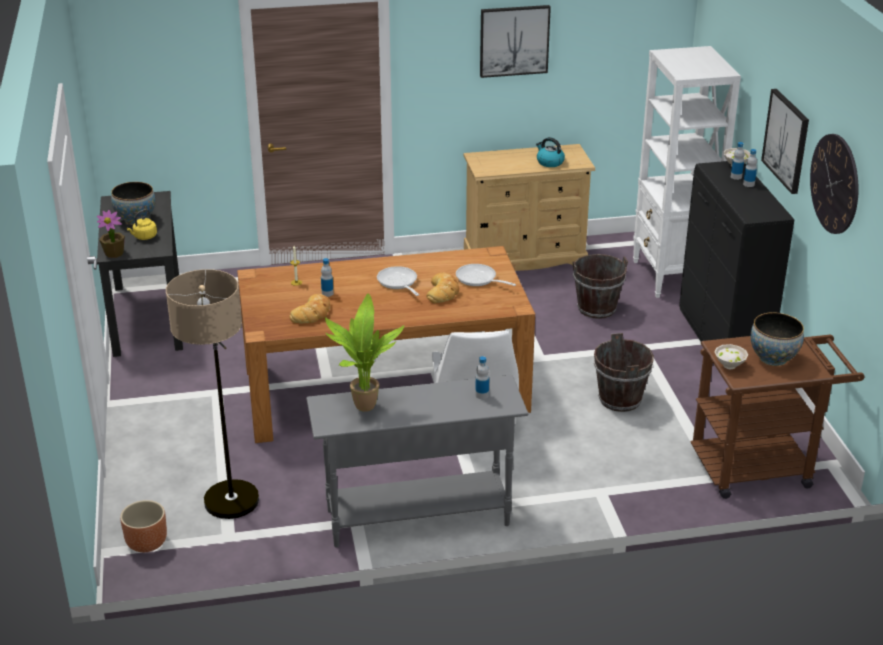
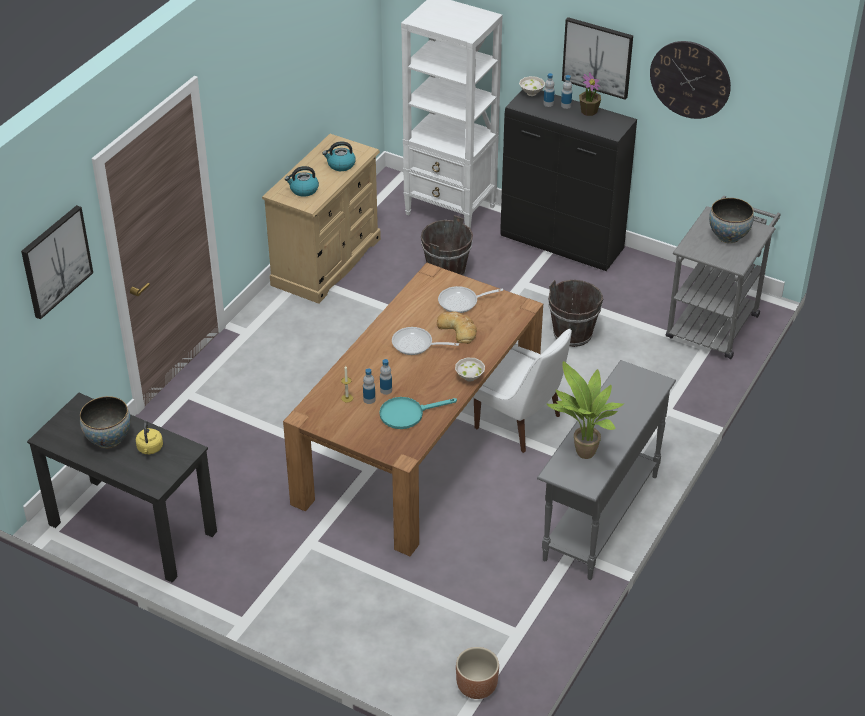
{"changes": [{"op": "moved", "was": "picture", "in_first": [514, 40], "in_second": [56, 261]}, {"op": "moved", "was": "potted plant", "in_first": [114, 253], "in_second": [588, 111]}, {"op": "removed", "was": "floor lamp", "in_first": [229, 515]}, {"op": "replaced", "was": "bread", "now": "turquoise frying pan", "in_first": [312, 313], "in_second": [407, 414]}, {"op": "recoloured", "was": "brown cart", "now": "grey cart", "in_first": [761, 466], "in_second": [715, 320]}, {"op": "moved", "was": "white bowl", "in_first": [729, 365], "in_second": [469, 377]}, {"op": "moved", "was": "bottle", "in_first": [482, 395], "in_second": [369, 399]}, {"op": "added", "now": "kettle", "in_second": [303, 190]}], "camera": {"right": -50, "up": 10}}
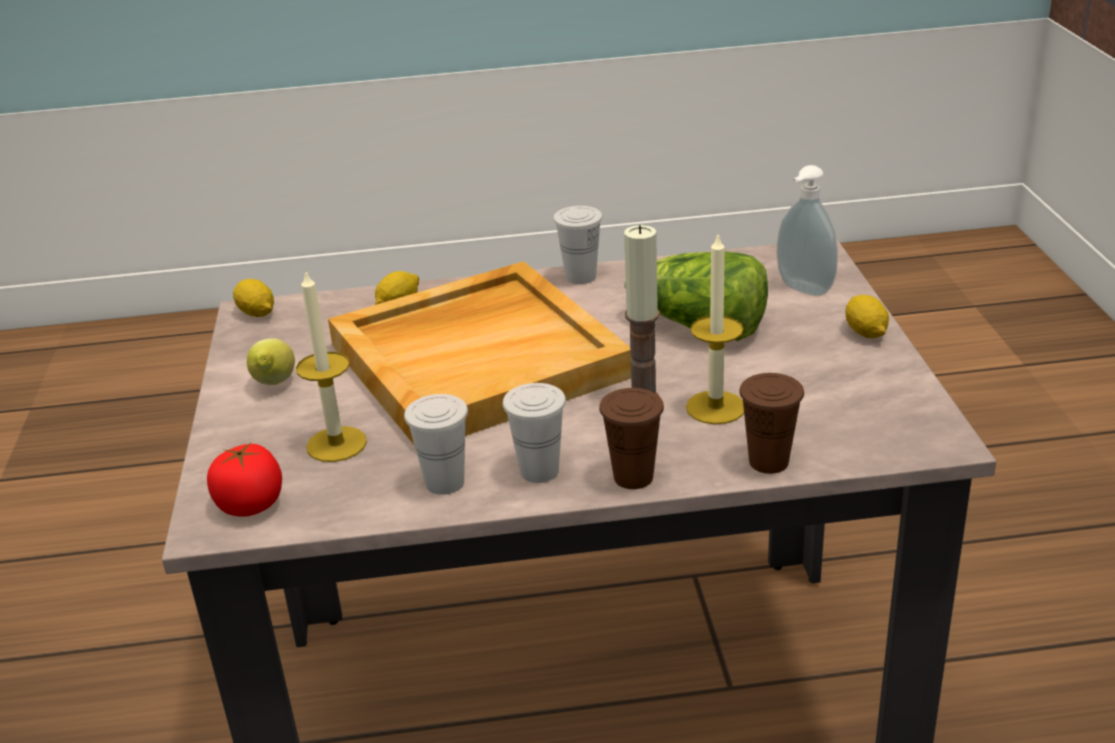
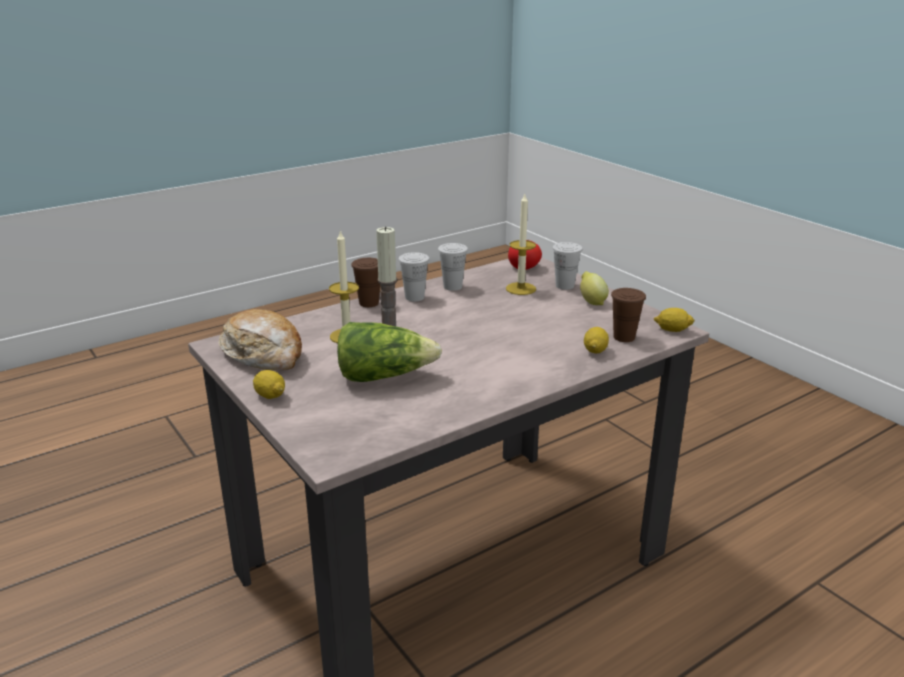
{"changes": [{"op": "removed", "was": "soap dispenser", "in_first": [802, 290]}, {"op": "moved", "was": "white cup", "in_first": [580, 277], "in_second": [564, 286]}, {"op": "removed", "was": "beige tray", "in_first": [479, 359]}, {"op": "moved", "was": "brown cup", "in_first": [768, 462], "in_second": [624, 337]}, {"op": "added", "now": "bread", "in_second": [264, 354]}], "camera": {"right": 150, "up": -5}}
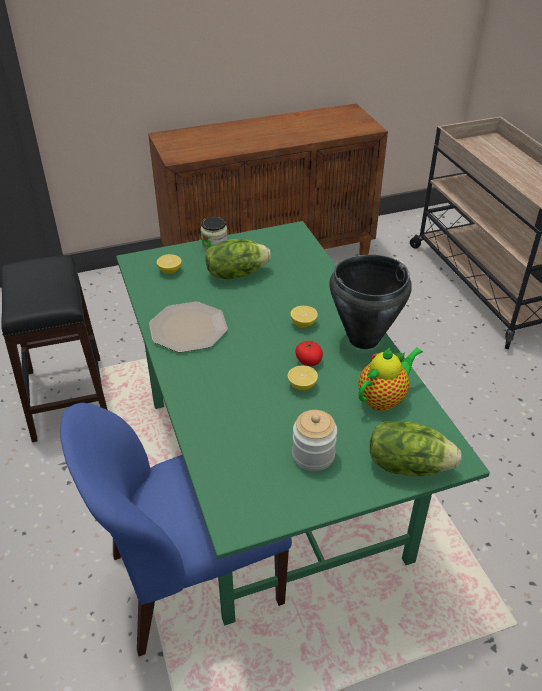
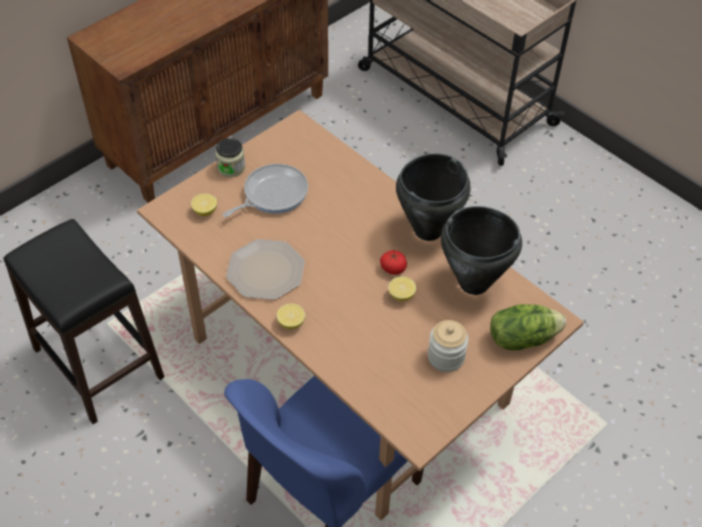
{"changes": [{"op": "recoloured", "was": "green dining table", "now": "brown dining table", "in_first": [268, 475], "in_second": [346, 371]}, {"op": "replaced", "was": "lettuce", "now": "frying pan", "in_first": [236, 273], "in_second": [272, 194]}, {"op": "moved", "was": "lemon", "in_first": [303, 323], "in_second": [291, 322]}, {"op": "replaced", "was": "teapot", "now": "black cooking pot", "in_first": [384, 398], "in_second": [474, 284]}], "camera": {"right": -25, "up": 10}}
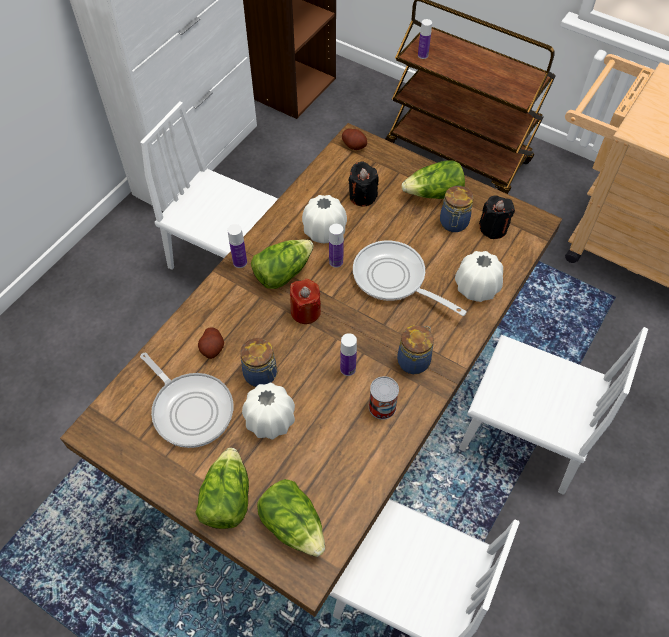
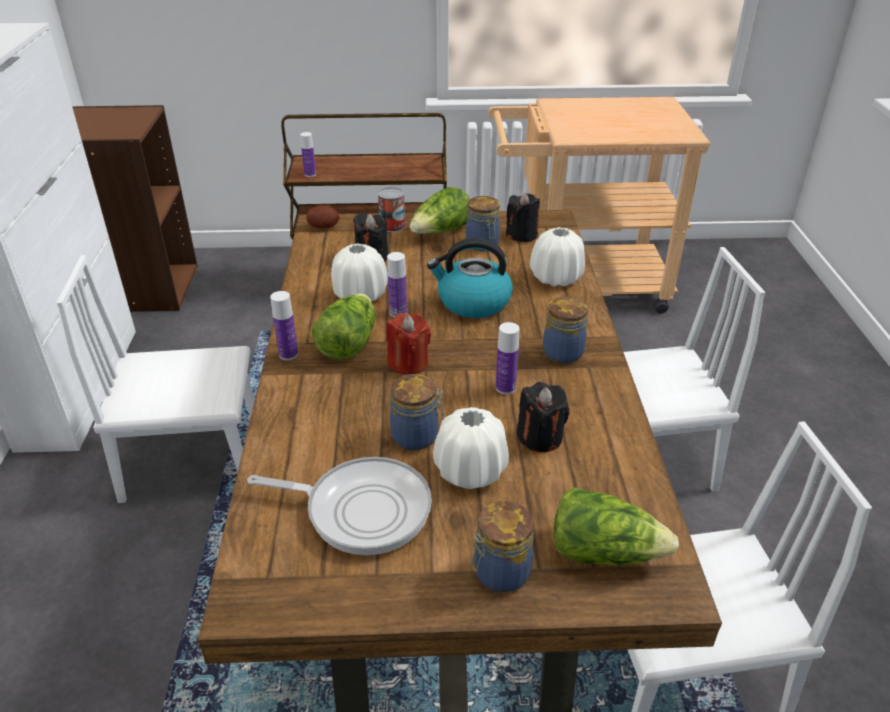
{"changes": [{"op": "replaced", "was": "frying pan", "now": "kettle", "in_first": [394, 279], "in_second": [472, 302]}, {"op": "removed", "was": "potato", "in_first": [212, 348]}, {"op": "moved", "was": "can", "in_first": [382, 407], "in_second": [392, 226]}, {"op": "replaced", "was": "lettuce", "now": "jar", "in_first": [226, 499], "in_second": [499, 573]}, {"op": "added", "now": "black candle", "in_second": [540, 437]}], "camera": {"right": -35, "up": -20}}
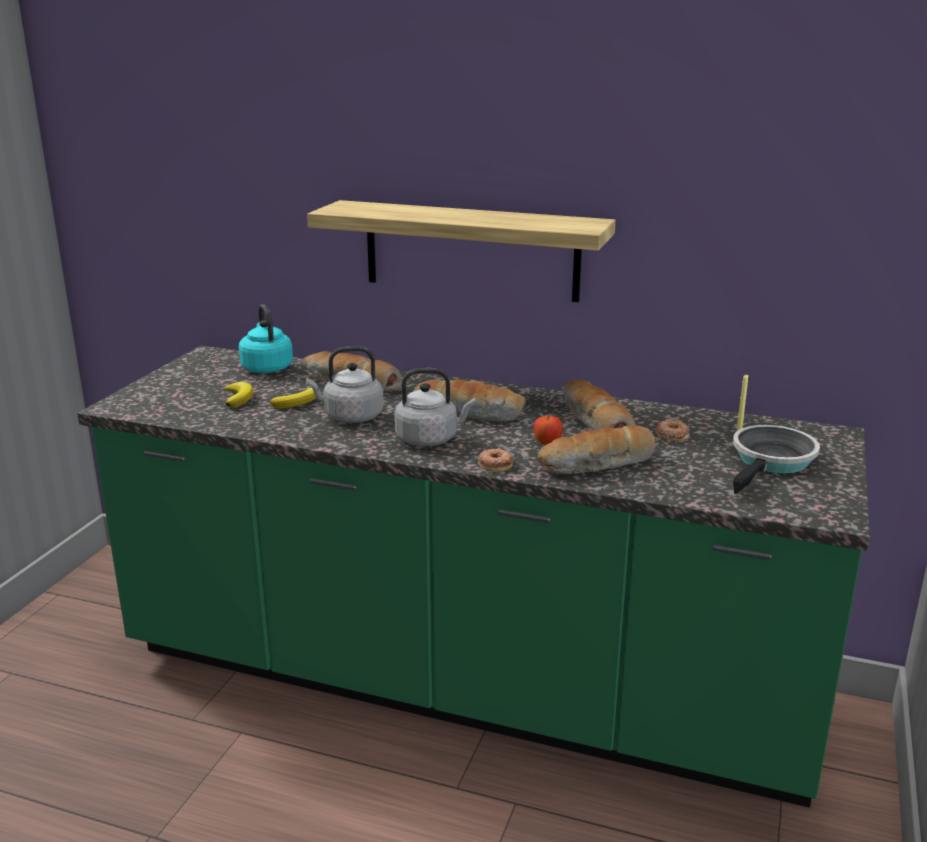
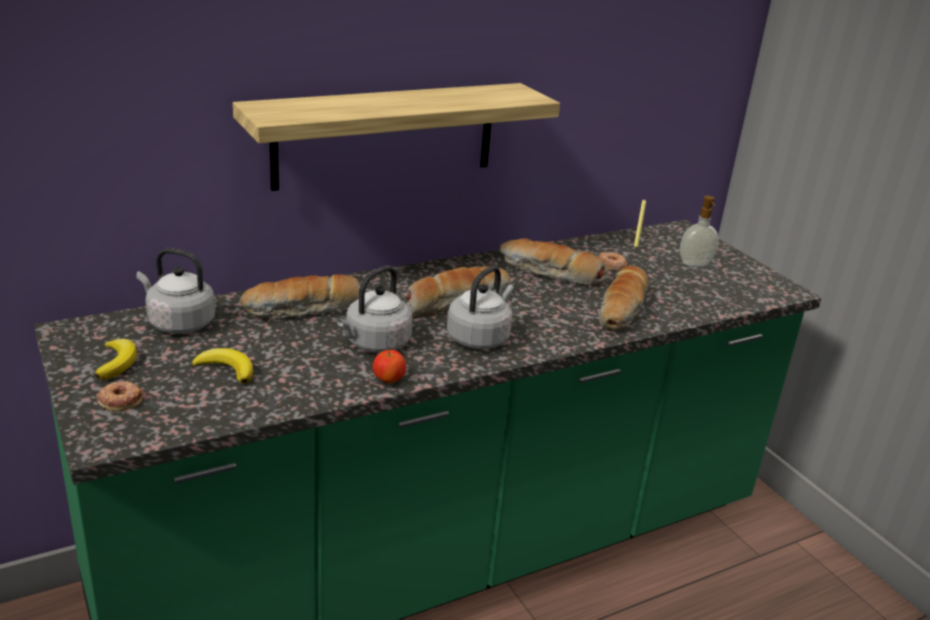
{"changes": [{"op": "recoloured", "was": "turquoise kettle", "now": "grey kettle", "in_first": [266, 367], "in_second": [178, 323]}, {"op": "moved", "was": "banana", "in_first": [299, 401], "in_second": [117, 362]}, {"op": "moved", "was": "apple", "in_first": [547, 443], "in_second": [388, 380]}, {"op": "replaced", "was": "frying pan", "now": "soap dispenser", "in_first": [771, 462], "in_second": [695, 264]}, {"op": "moved", "was": "donut", "in_first": [495, 464], "in_second": [120, 400]}], "camera": {"right": -50, "up": 5}}
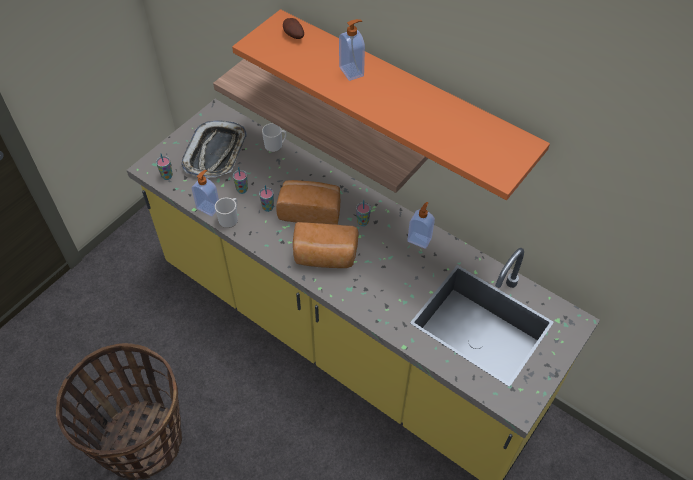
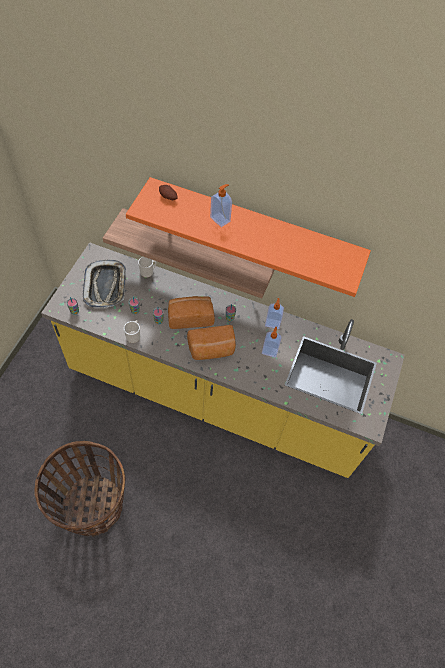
{"changes": [{"op": "moved", "was": "soap dispenser", "in_first": [209, 207], "in_second": [270, 351]}], "camera": {"right": -20, "up": 5}}
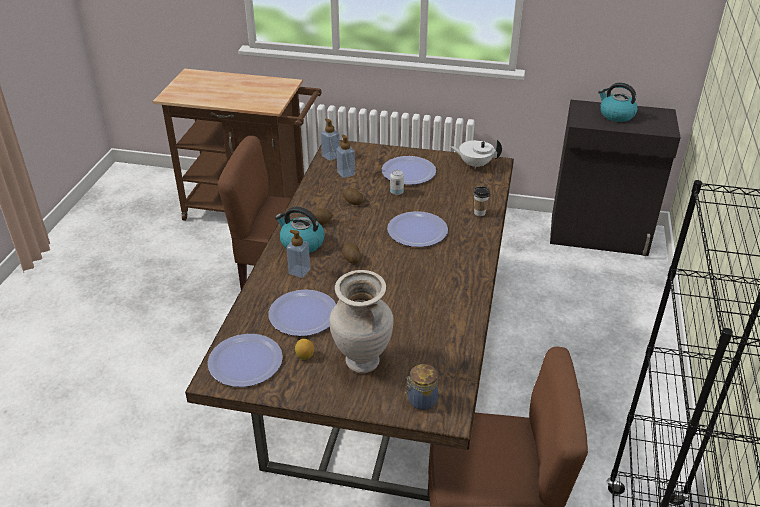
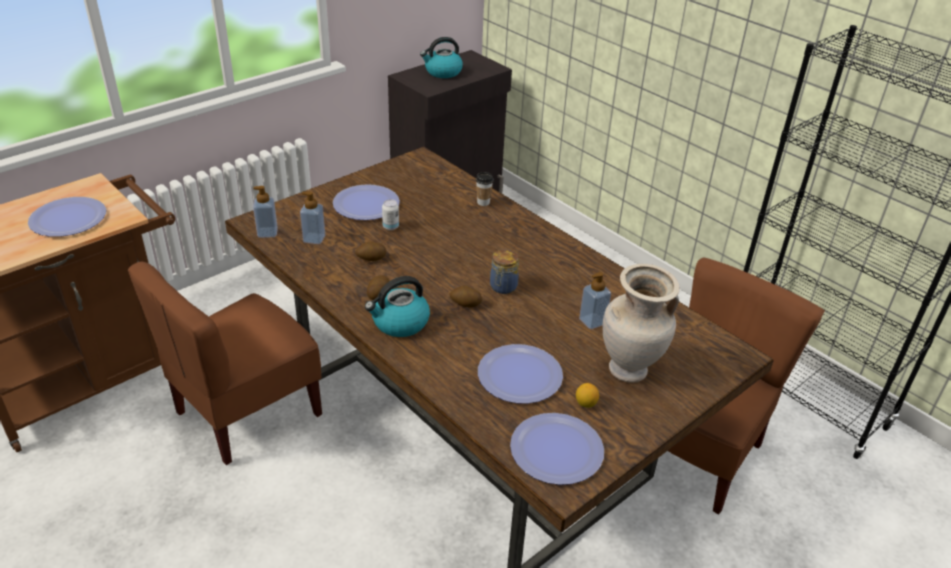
{"changes": [{"op": "removed", "was": "white teapot", "in_first": [475, 164]}, {"op": "moved", "was": "plate", "in_first": [417, 231], "in_second": [68, 218]}, {"op": "moved", "was": "soap dispenser", "in_first": [299, 271], "in_second": [592, 321]}, {"op": "moved", "was": "jar", "in_first": [421, 401], "in_second": [503, 287]}], "camera": {"right": -55, "up": 0}}
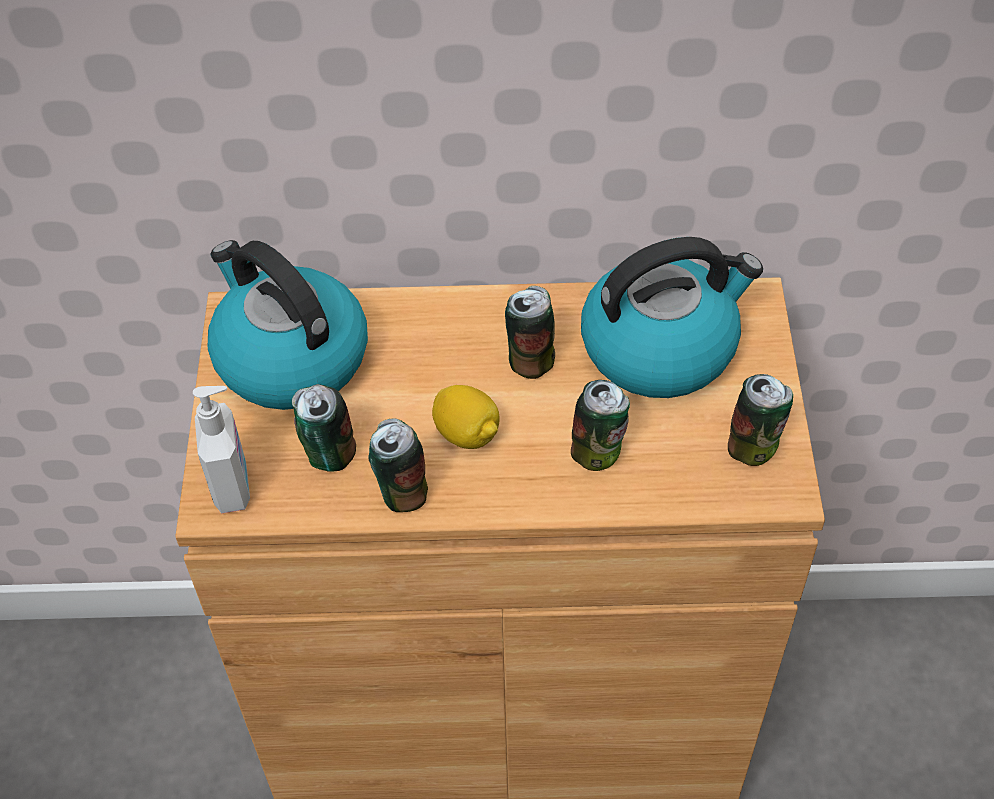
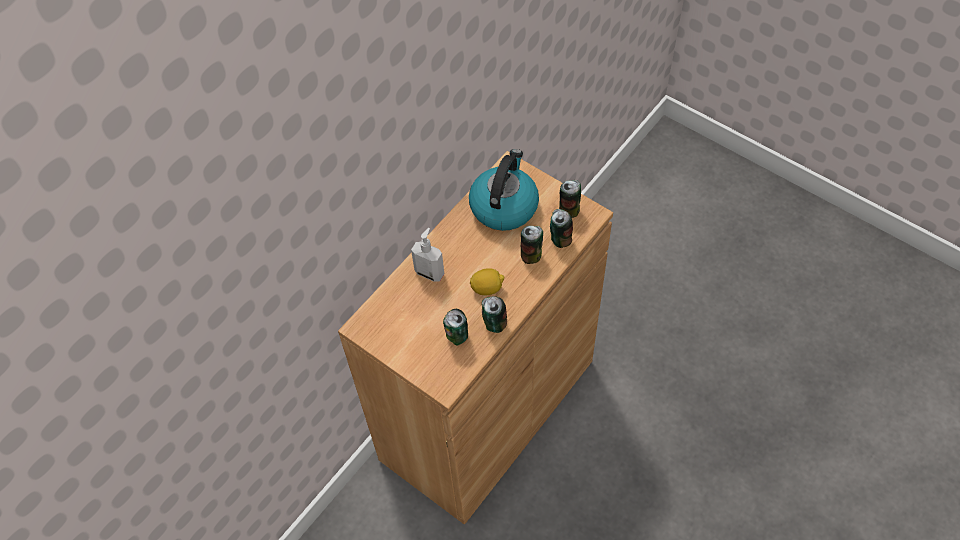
{"changes": [{"op": "removed", "was": "kettle", "in_first": [289, 358]}, {"op": "moved", "was": "can", "in_first": [531, 360], "in_second": [560, 239]}, {"op": "moved", "was": "soap dispenser", "in_first": [233, 486], "in_second": [430, 272]}], "camera": {"right": -50, "up": 5}}
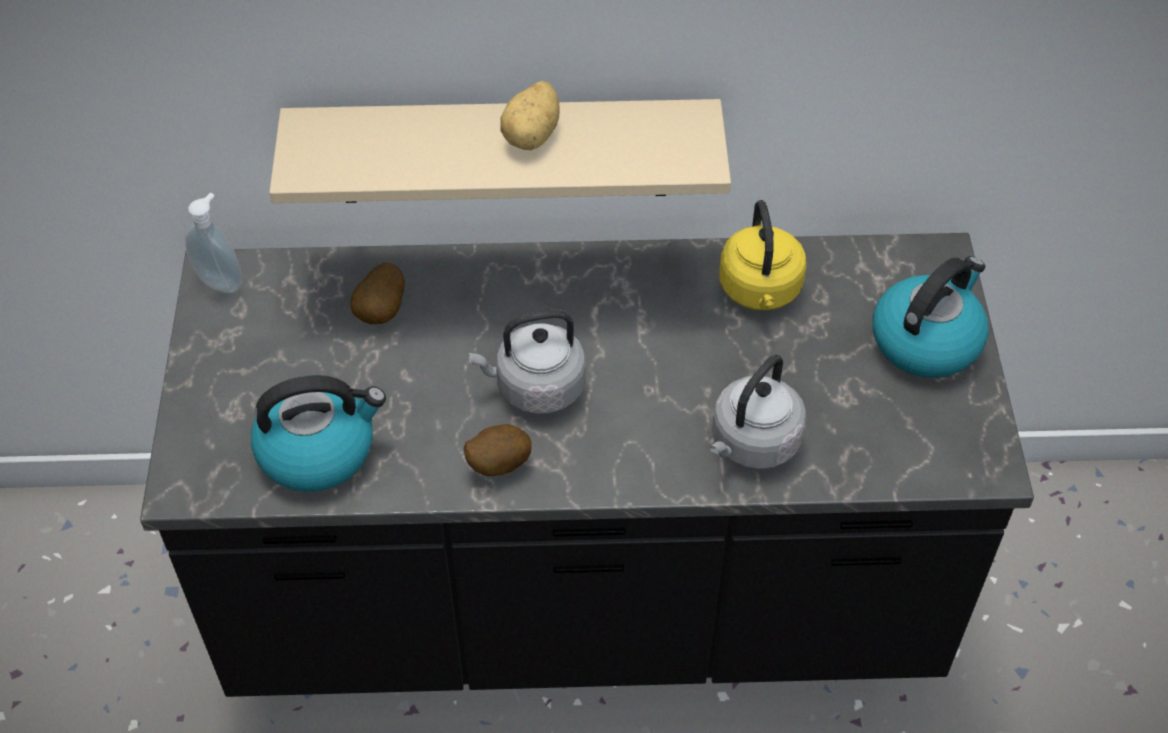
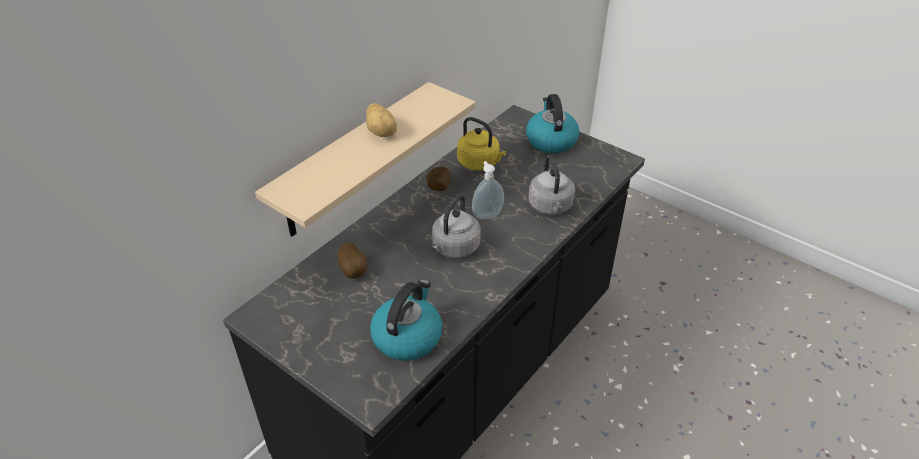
{"changes": [{"op": "moved", "was": "soap dispenser", "in_first": [222, 281], "in_second": [487, 214]}, {"op": "moved", "was": "potato", "in_first": [497, 464], "in_second": [438, 189]}], "camera": {"right": -50, "up": -10}}
